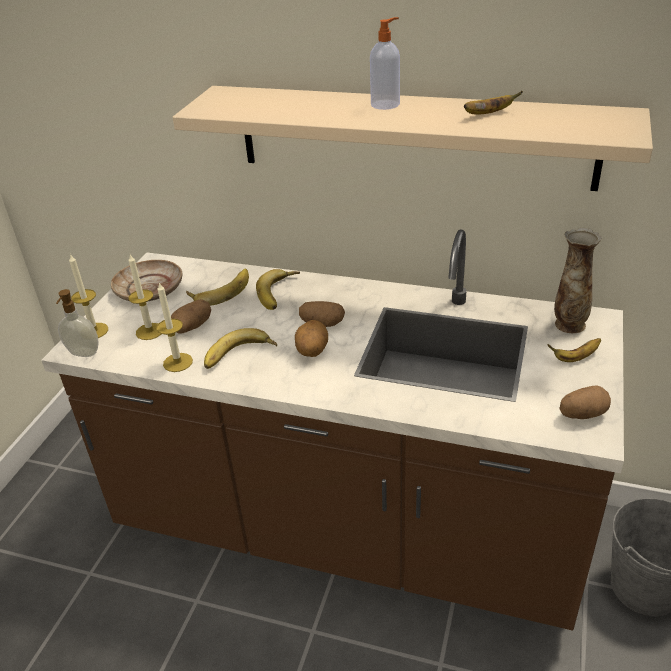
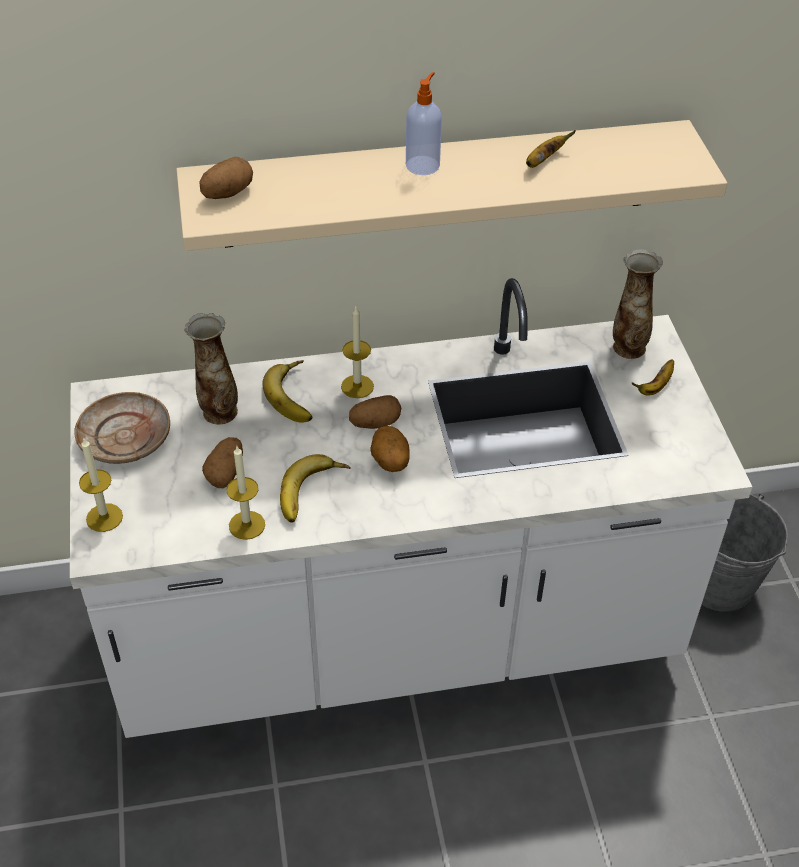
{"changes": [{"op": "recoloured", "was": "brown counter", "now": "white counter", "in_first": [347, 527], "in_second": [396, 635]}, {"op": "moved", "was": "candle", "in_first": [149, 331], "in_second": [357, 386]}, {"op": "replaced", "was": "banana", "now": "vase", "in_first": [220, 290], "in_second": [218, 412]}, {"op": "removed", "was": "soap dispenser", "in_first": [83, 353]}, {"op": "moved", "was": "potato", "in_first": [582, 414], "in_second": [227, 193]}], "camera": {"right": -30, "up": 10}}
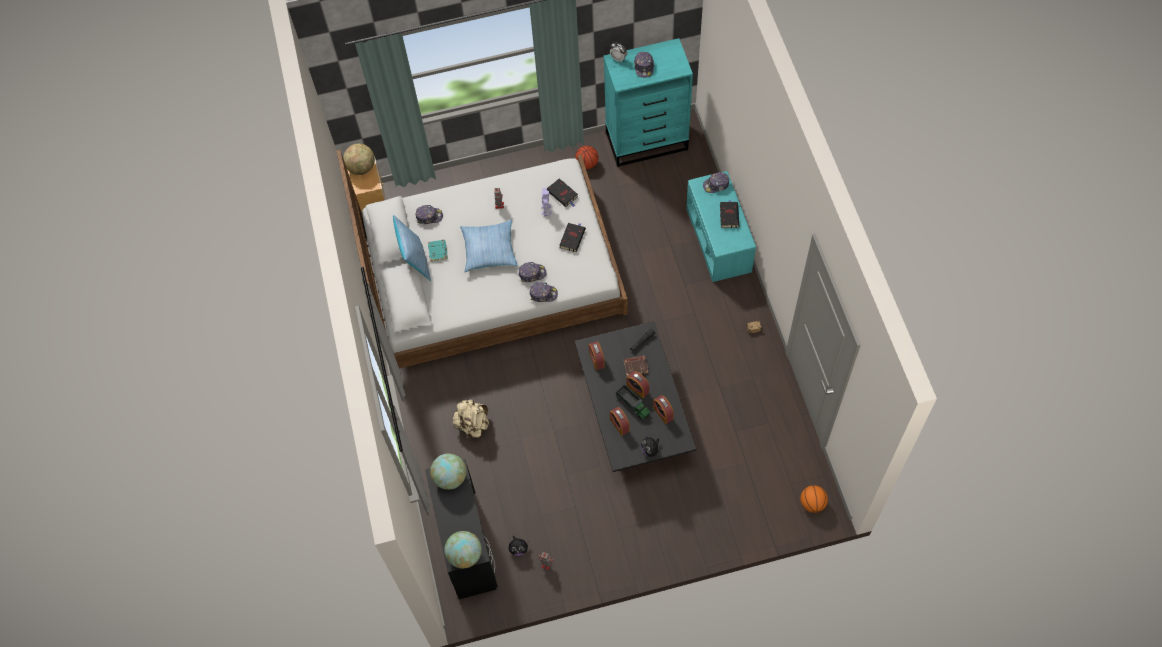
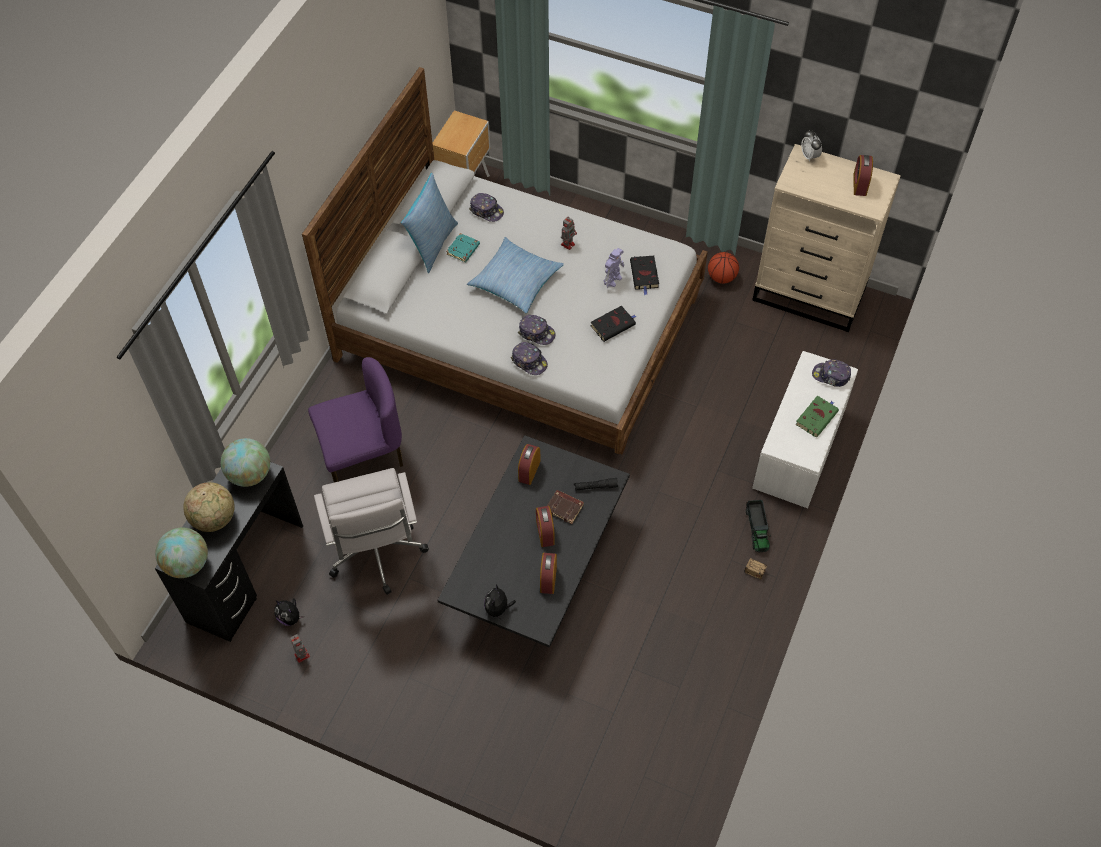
{"changes": [{"op": "recoloured", "was": "turquoise dresser", "now": "beige dresser", "in_first": [647, 141], "in_second": [810, 295]}, {"op": "removed", "was": "cap", "in_first": [644, 67]}, {"op": "moved", "was": "globe", "in_first": [362, 168], "in_second": [214, 519]}, {"op": "recoloured", "was": "turquoise bench", "now": "white bench", "in_first": [719, 240], "in_second": [800, 449]}, {"op": "recoloured", "was": "black book", "now": "green book", "in_first": [729, 215], "in_second": [817, 417]}, {"op": "moved", "was": "toy truck", "in_first": [633, 405], "in_second": [757, 529]}, {"op": "replaced", "was": "beige backpack", "now": "purple chair", "in_first": [472, 425], "in_second": [363, 458]}, {"op": "moved", "was": "alarm clock", "in_first": [619, 425], "in_second": [859, 184]}, {"op": "removed", "was": "basketball", "in_first": [812, 503]}, {"op": "added", "now": "white office chair", "in_second": [377, 555]}], "camera": {"right": 35, "up": -5}}
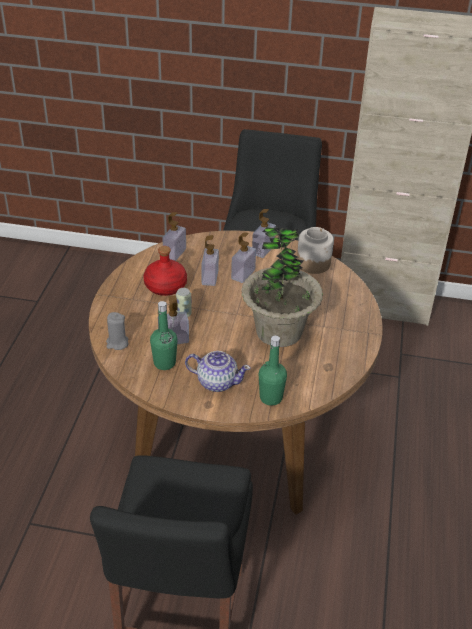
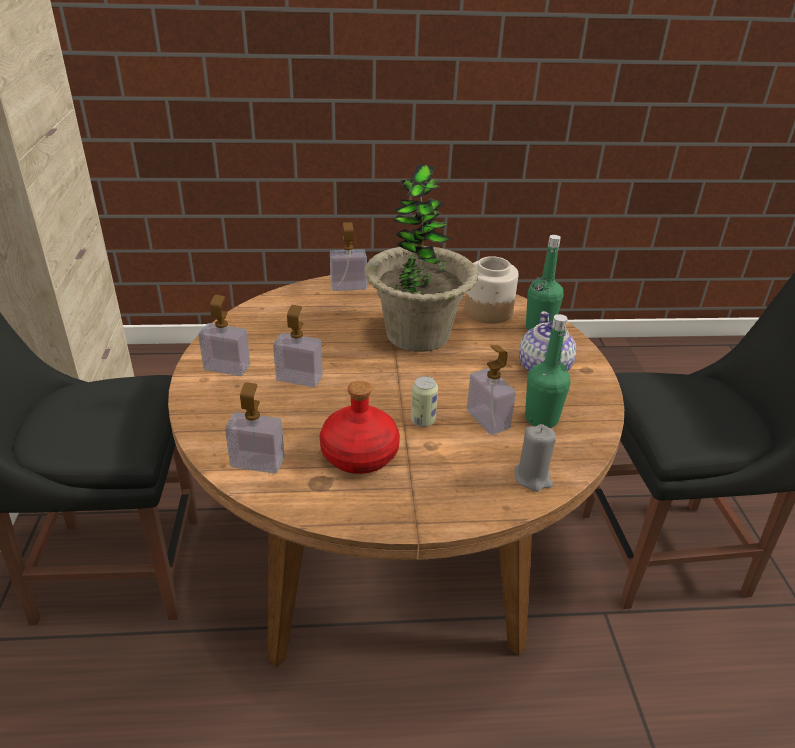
{"changes": [{"op": "moved", "was": "jar", "in_first": [313, 263], "in_second": [487, 311]}, {"op": "moved", "was": "soap dispenser", "in_first": [210, 277], "in_second": [348, 286]}], "camera": {"right": -105, "up": -5}}
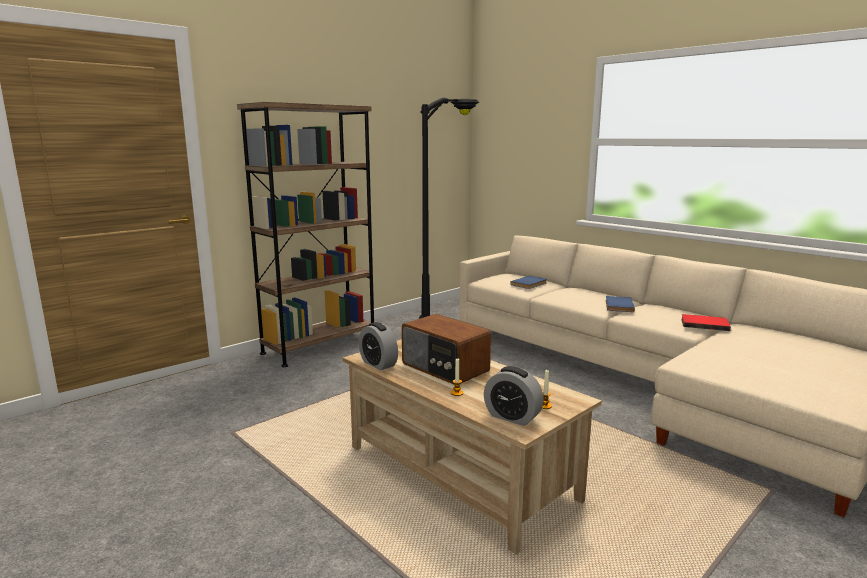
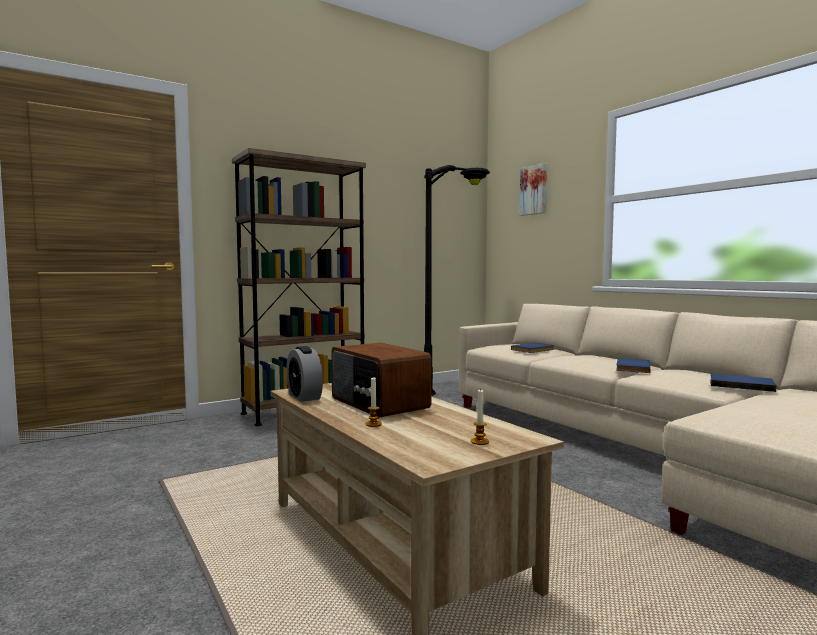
{"changes": [{"op": "recoloured", "was": "red book", "now": "blue book", "in_first": [704, 324], "in_second": [741, 385]}, {"op": "removed", "was": "alarm clock", "in_first": [512, 417]}, {"op": "added", "now": "picture", "in_second": [534, 190]}], "camera": {"right": 10, "up": -10}}
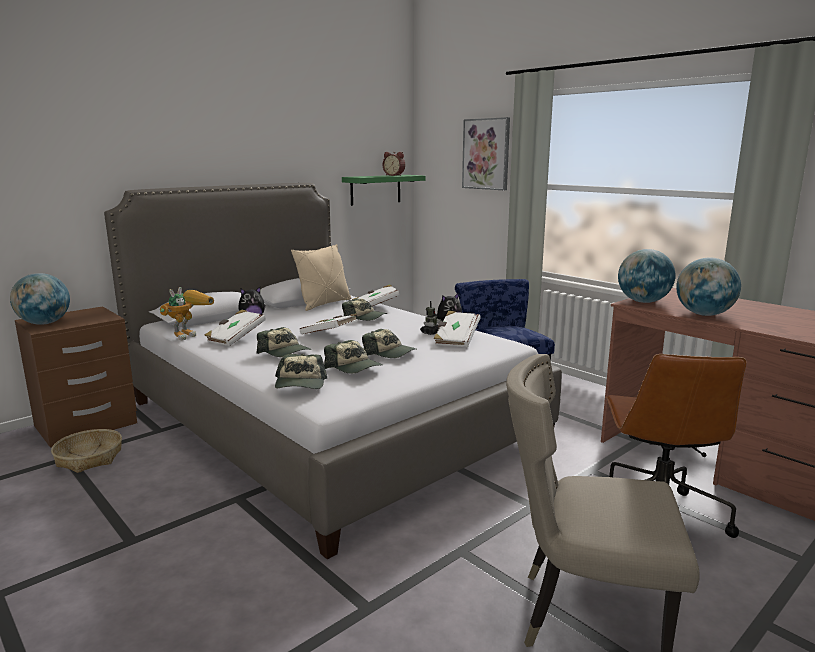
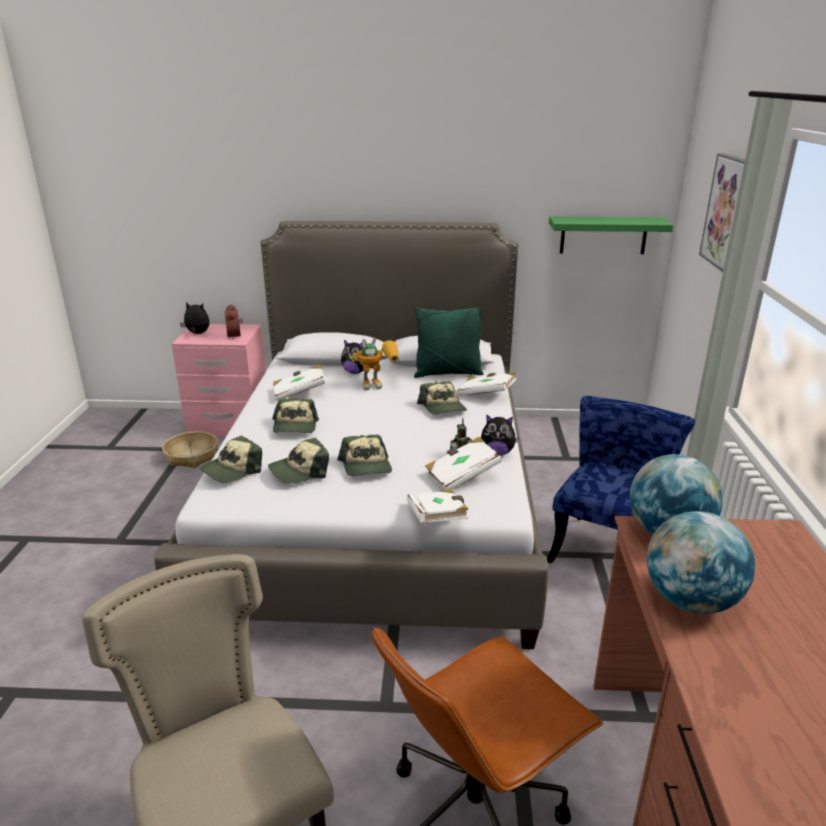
{"changes": [{"op": "moved", "was": "alarm clock", "in_first": [394, 175], "in_second": [236, 335]}, {"op": "recoloured", "was": "beige pillow", "now": "green pillow", "in_first": [324, 304], "in_second": [447, 373]}, {"op": "replaced", "was": "globe", "now": "plush toy", "in_first": [44, 323], "in_second": [197, 333]}, {"op": "moved", "was": "toy robot", "in_first": [188, 334], "in_second": [379, 384]}, {"op": "recoloured", "was": "brown nightstand", "now": "pink nightstand", "in_first": [86, 425], "in_second": [229, 424]}, {"op": "moved", "was": "white book", "in_first": [329, 335], "in_second": [437, 519]}, {"op": "turned", "was": "cap", "in_first": [354, 368], "in_second": [299, 471], "clockwise": 60}], "camera": {"right": 45, "up": 10}}
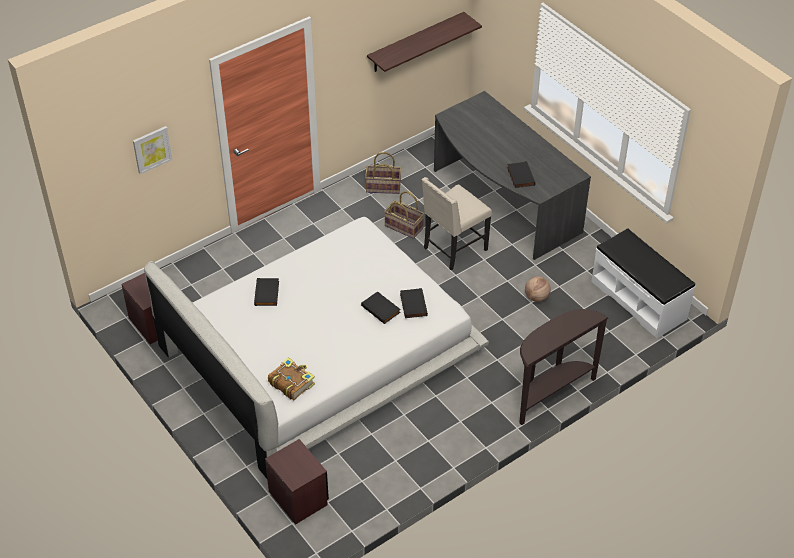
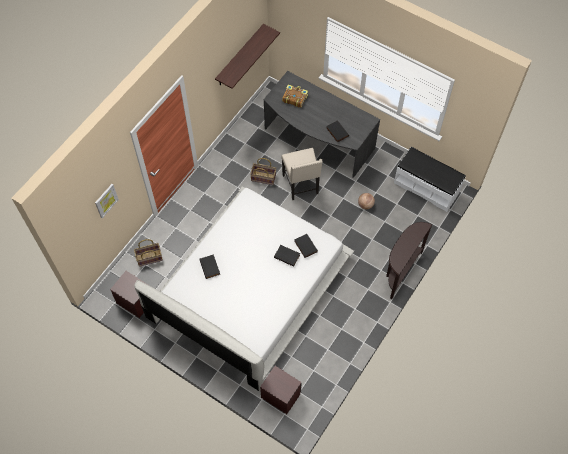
{"changes": [{"op": "moved", "was": "basket", "in_first": [383, 187], "in_second": [149, 258]}, {"op": "turned", "was": "beige chair", "in_first": [453, 249], "in_second": [301, 185], "clockwise": -45}, {"op": "moved", "was": "book", "in_first": [291, 383], "in_second": [294, 98]}], "camera": {"right": -20, "up": 15}}
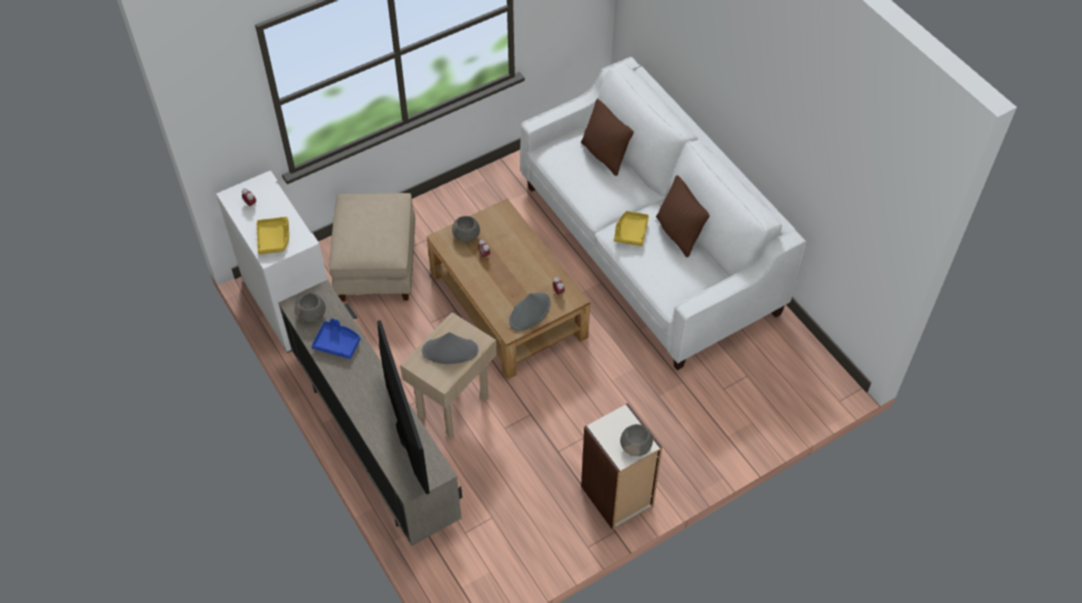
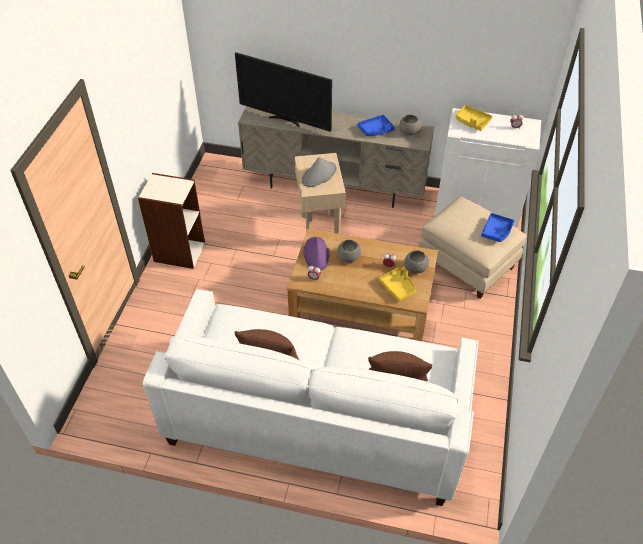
{"changes": [{"op": "moved", "was": "yellow tray", "in_first": [630, 232], "in_second": [398, 287]}, {"op": "recoloured", "was": "grey hat", "now": "purple hat", "in_first": [530, 312], "in_second": [316, 254]}, {"op": "moved", "was": "grey bowl", "in_first": [636, 446], "in_second": [348, 257]}, {"op": "added", "now": "blue tray", "in_second": [496, 231]}], "camera": {"right": 135, "up": -5}}
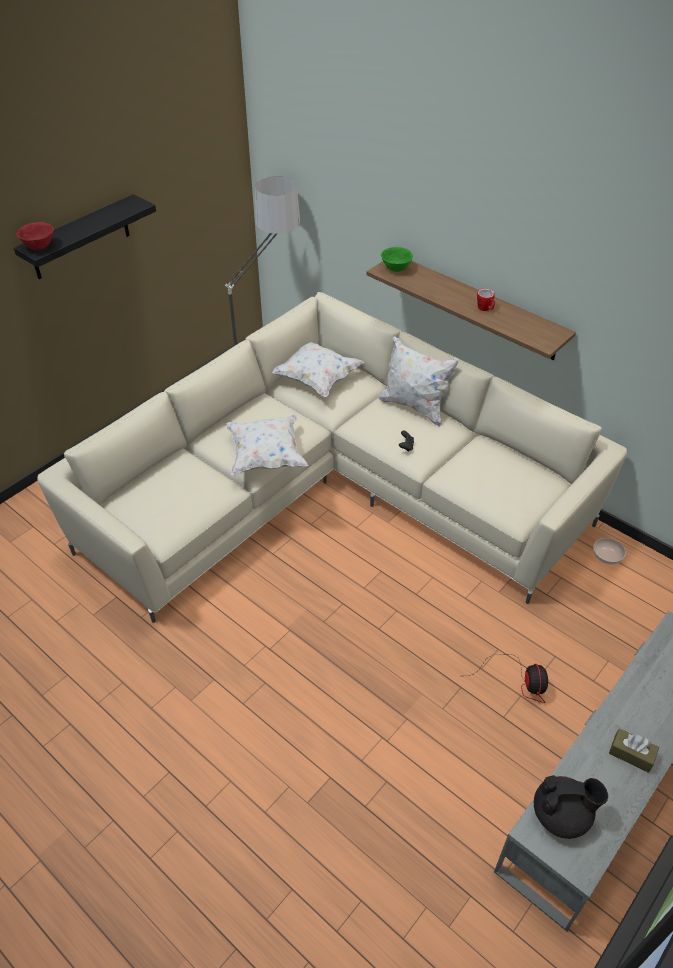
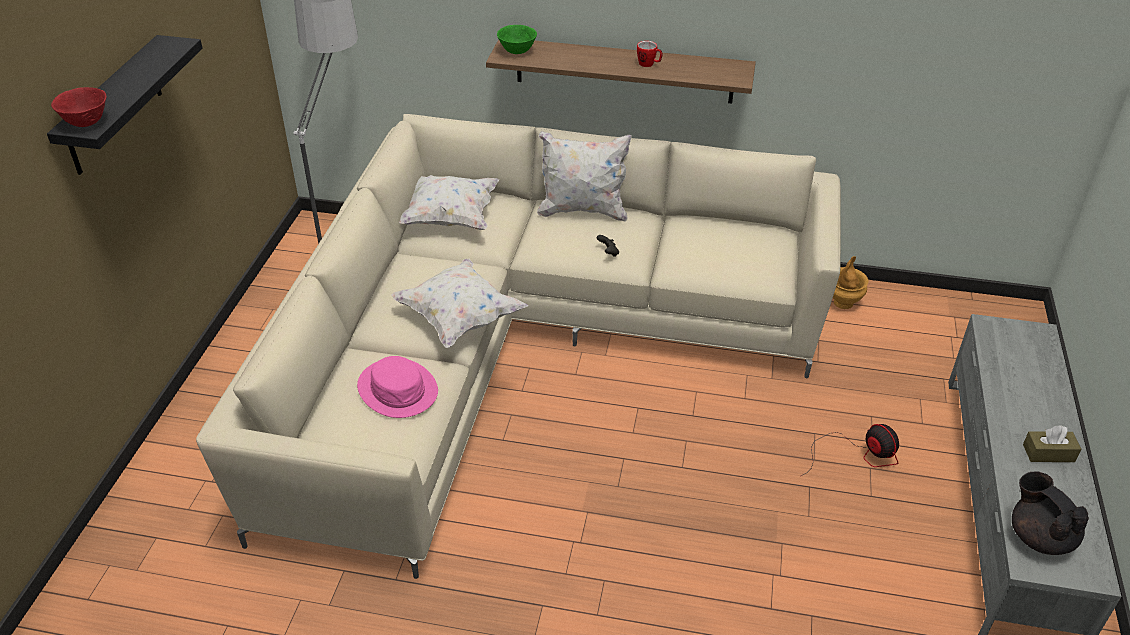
{"changes": [{"op": "replaced", "was": "bowl", "now": "brown vase", "in_first": [607, 555], "in_second": [843, 302]}, {"op": "turned", "was": "black teapot", "in_first": [562, 815], "in_second": [1039, 536], "clockwise": -90}, {"op": "added", "now": "pink hat", "in_second": [398, 389]}], "camera": {"right": -30, "up": -5}}
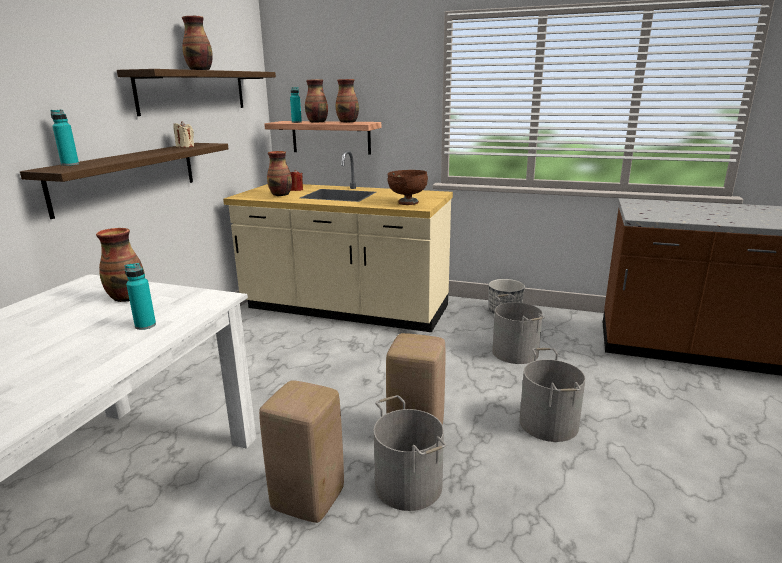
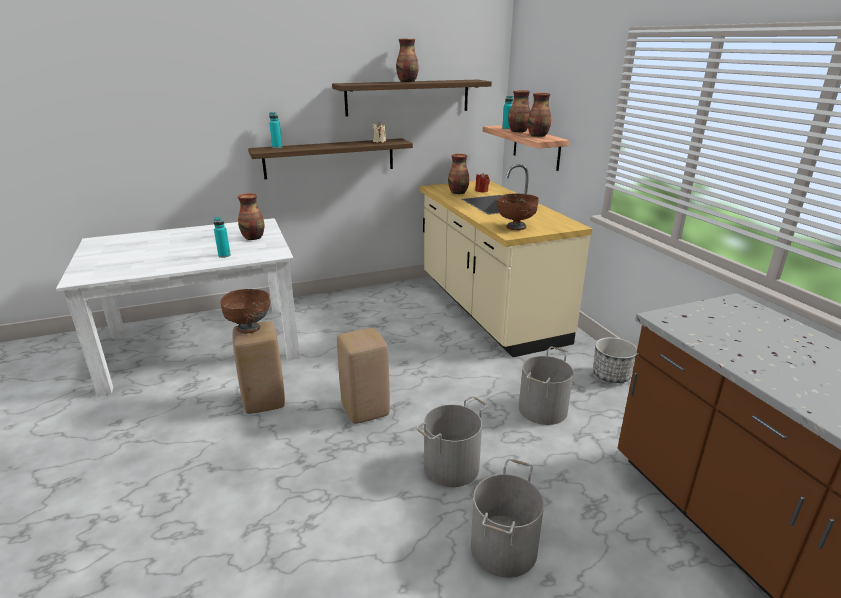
{"changes": [{"op": "moved", "was": "grey bucket", "in_first": [409, 485], "in_second": [504, 548]}, {"op": "added", "now": "brown bowl", "in_second": [249, 329]}], "camera": {"right": 50, "up": 5}}
